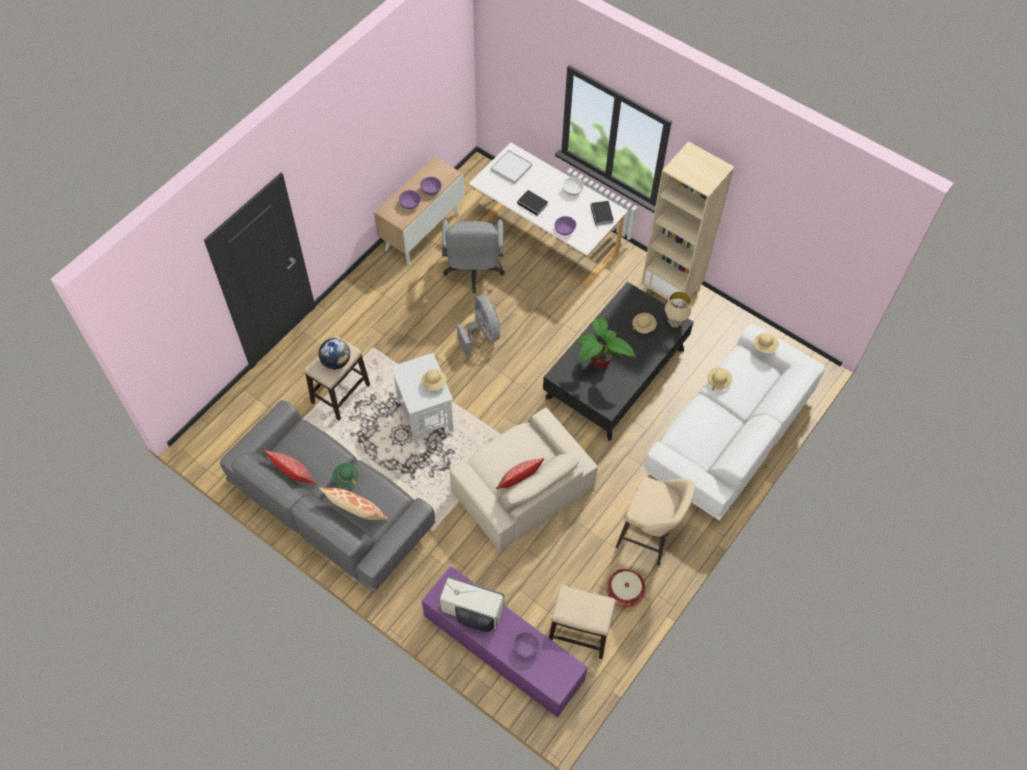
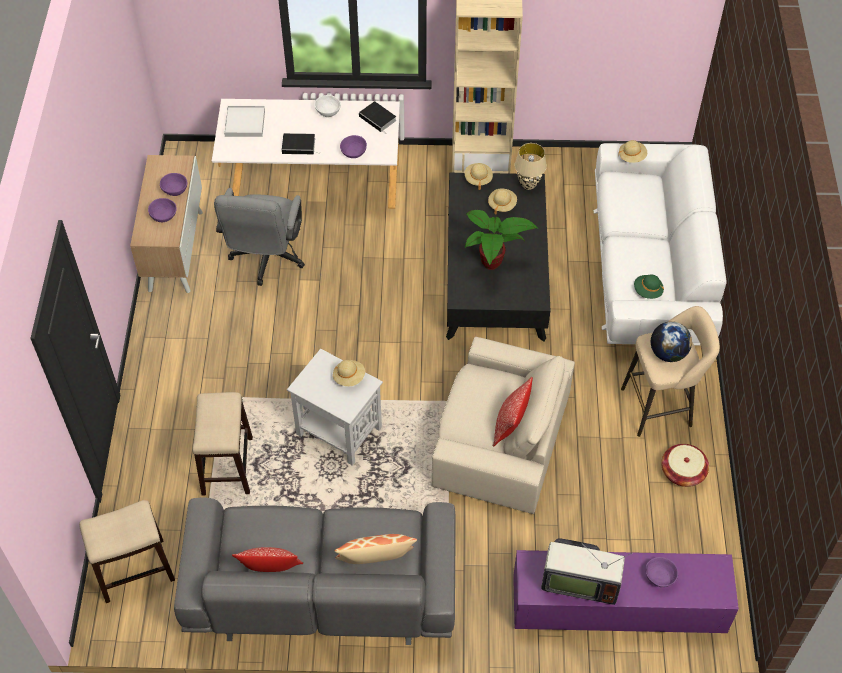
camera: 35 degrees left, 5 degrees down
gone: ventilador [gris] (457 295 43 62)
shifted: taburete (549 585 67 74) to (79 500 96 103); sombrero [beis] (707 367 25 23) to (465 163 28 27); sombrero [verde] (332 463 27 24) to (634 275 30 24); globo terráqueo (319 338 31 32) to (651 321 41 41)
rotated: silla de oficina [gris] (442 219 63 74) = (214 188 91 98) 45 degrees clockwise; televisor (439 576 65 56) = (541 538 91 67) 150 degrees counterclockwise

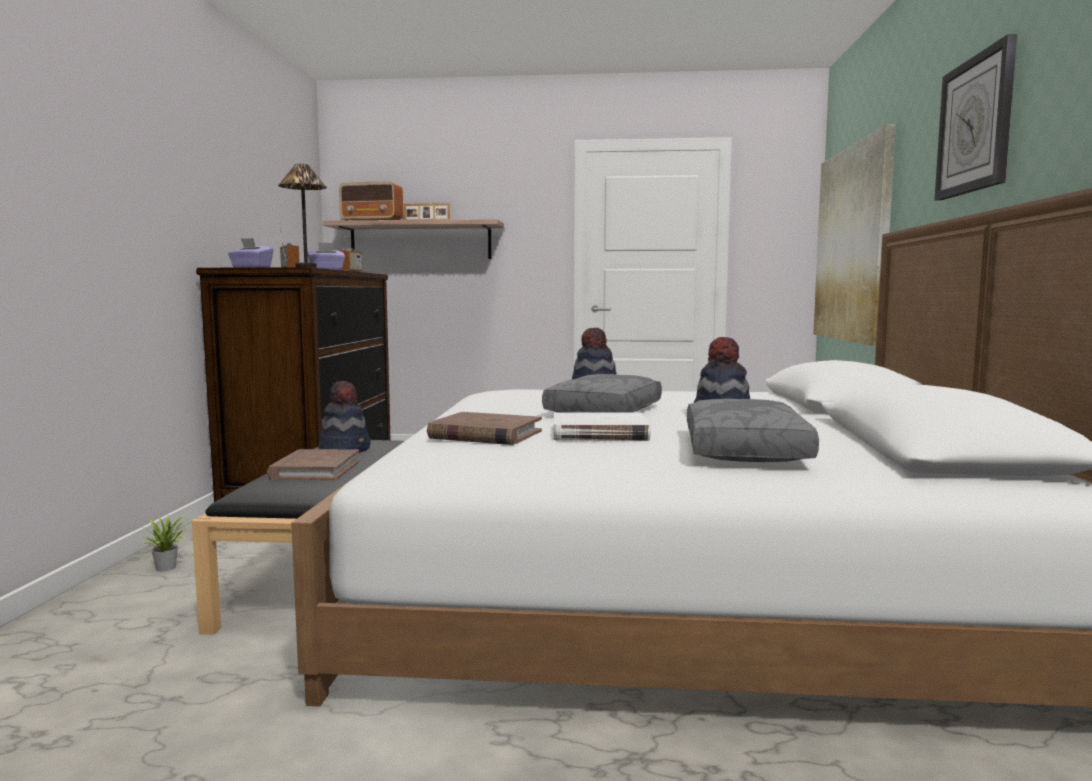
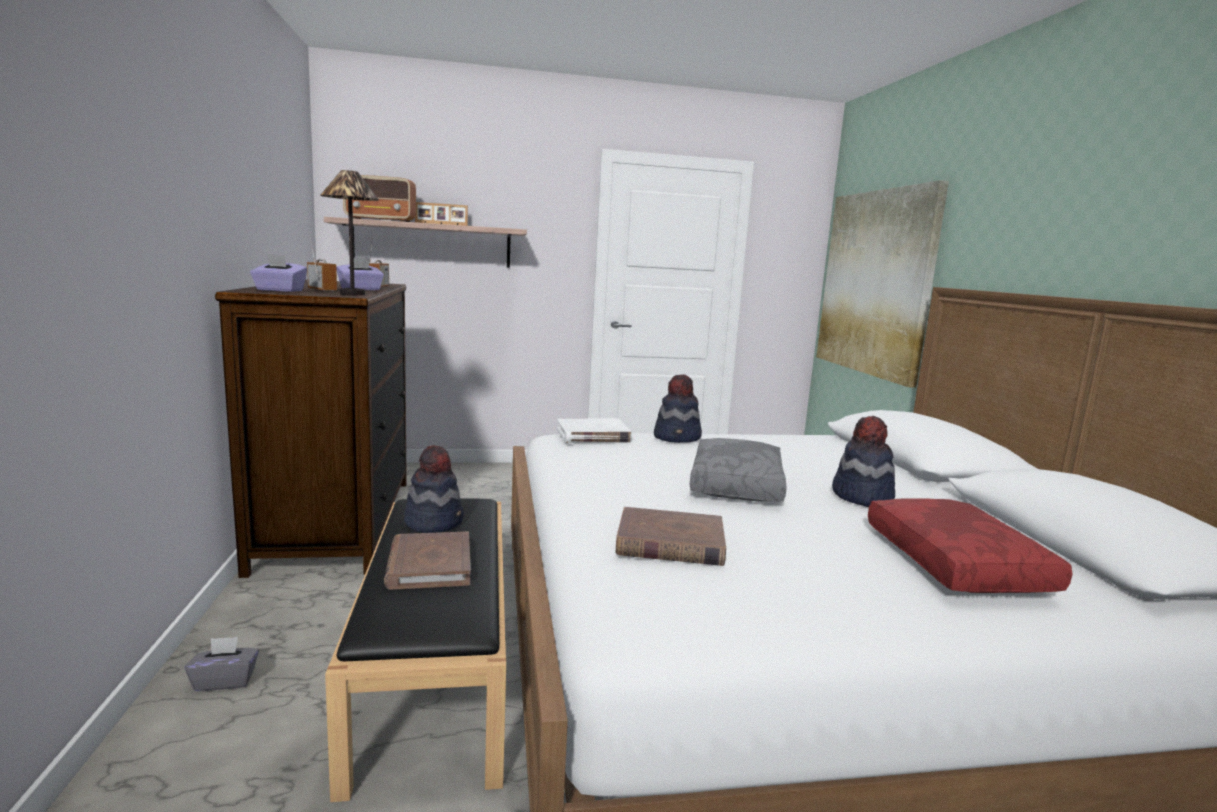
camera: 15 degrees left, 5 degrees up
gone: reloj de pared (935 34 82 166)
shifted: libro [blanco] (554 412 96 29) to (557 419 75 24)
swapped: planta en maceta (138 515 49 56) to caja de pañuelos [gris] (185 637 74 54)
repainted: cojín [gris] (687 399 132 63) to cojín [rojo] (868 499 204 94)

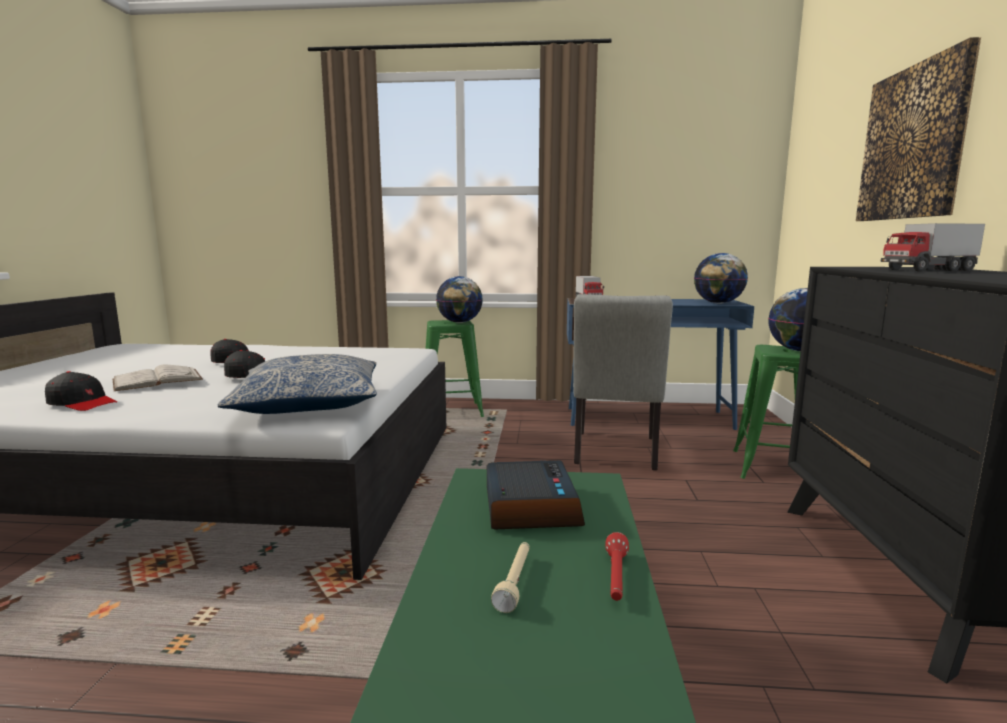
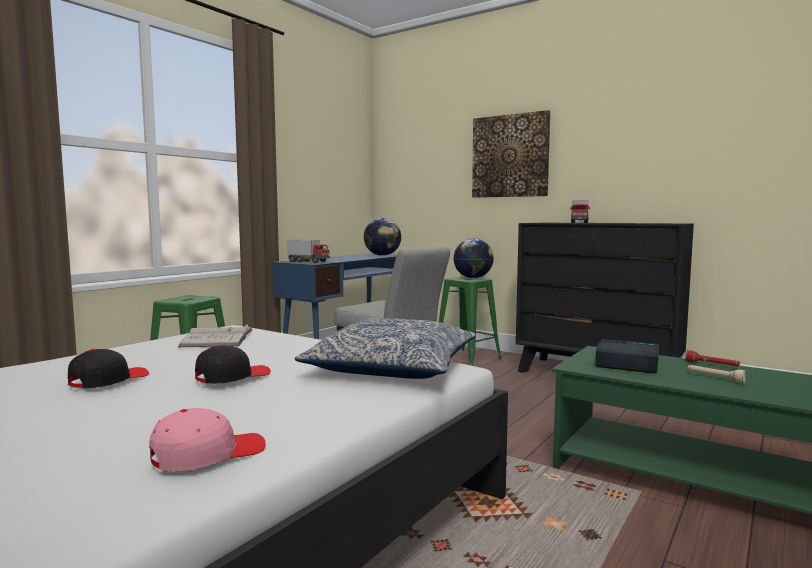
camera: 60 degrees left, 5 degrees down
gone: globo terráqueo (436 276 47 47)
shifted: libro [blanco] (113 365 90 26) to (178 324 75 23)
repainted: gorra [negro] (45 371 72 40) to gorra [rosa] (149 408 117 63)

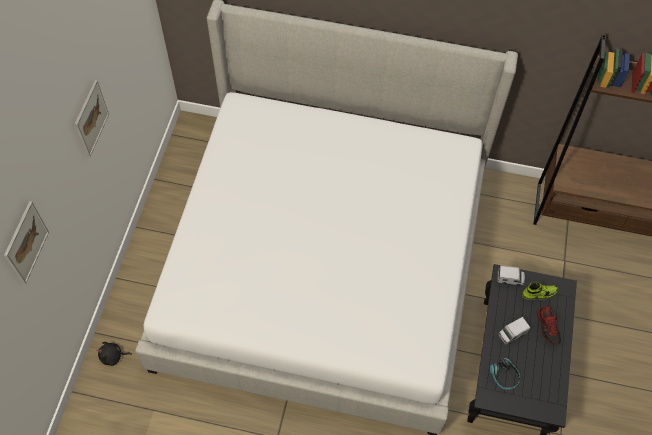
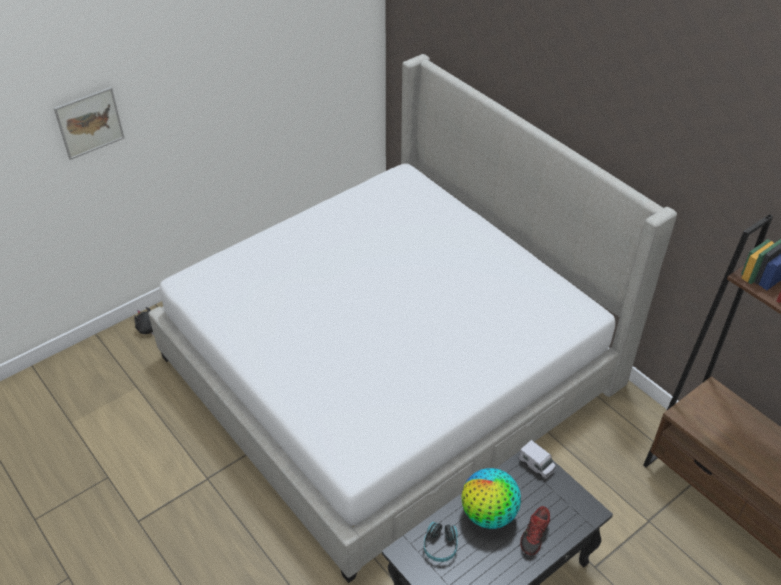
camera: 40 degrees right, 15 degrees down
gone: cuadro (75 80 34 77); zapato (522 282 36 18)
swapped: camión de juguete (498 317 32 28) to globo terráqueo (461 468 60 61)

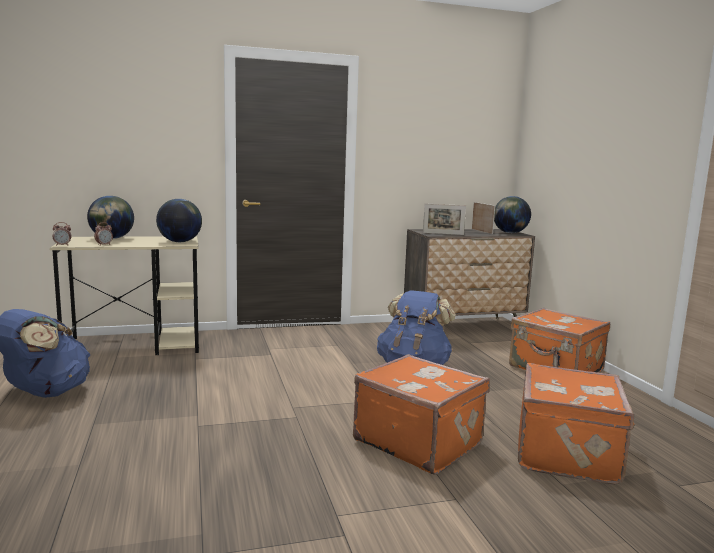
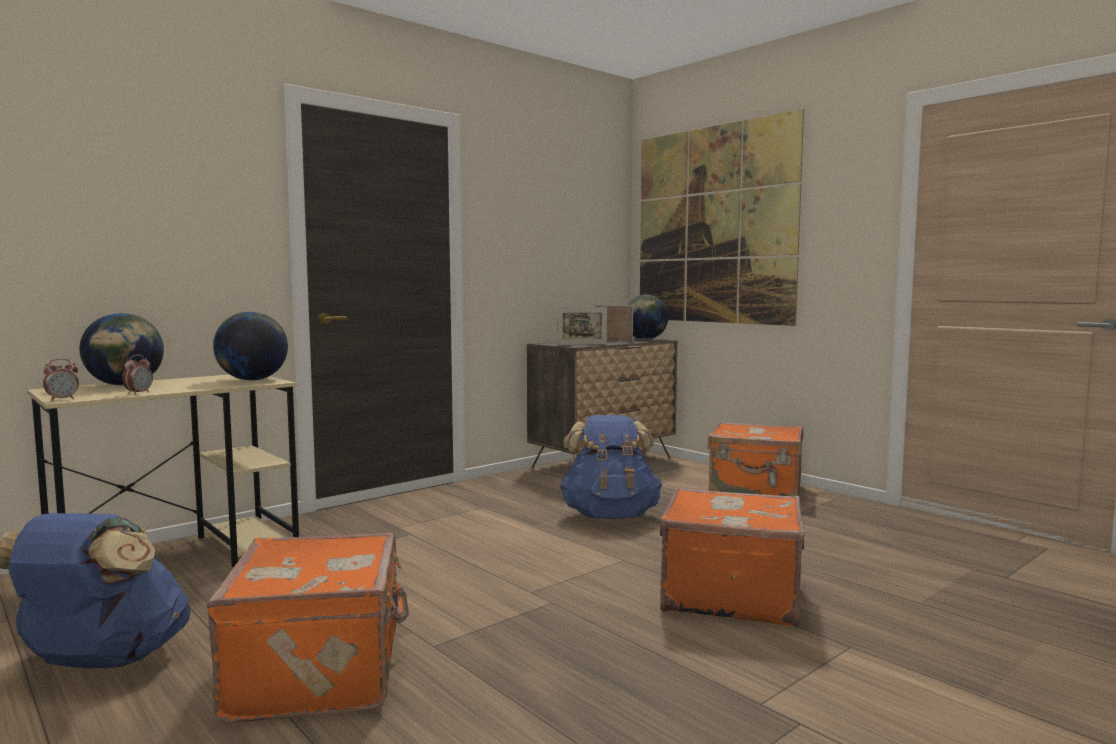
camera: 25 degrees left, 5 degrees down
new: cuadro (640 109 164 217)
shifted: maleta [naranja] (518 363 117 122) to (207 533 202 189)

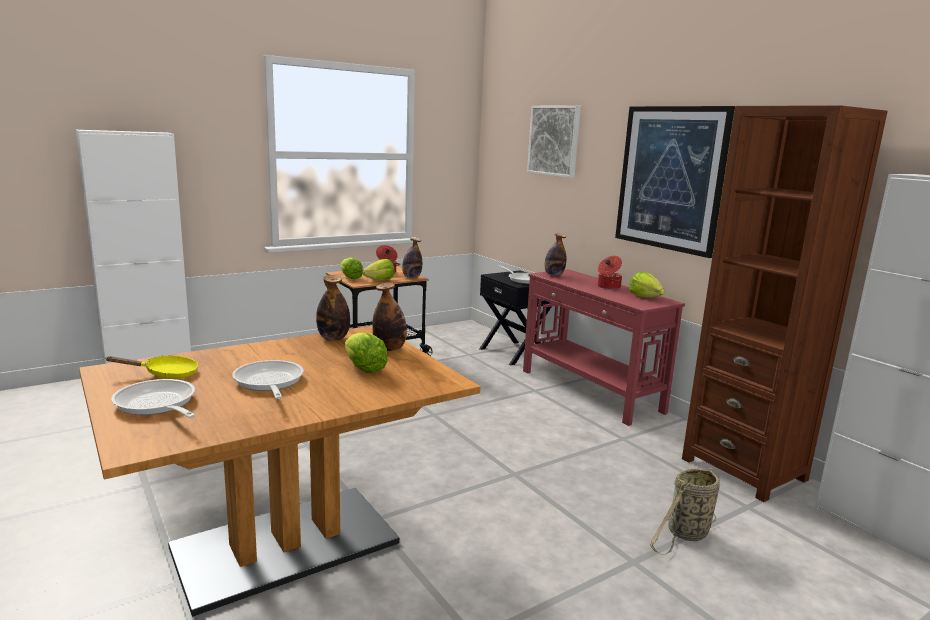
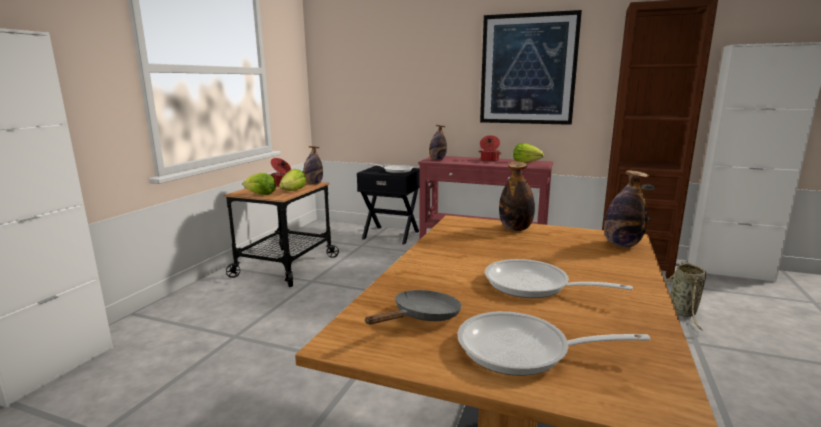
camera: 35 degrees left, 0 degrees up
gone: lechuga (345 332 43 41); cuadro (527 105 54 73)
shifted: botella (316 275 34 66) to (604 170 45 77)
repainted: sartén [amarillo] (105 356 94 23) to sartén [gris] (365 290 97 35)

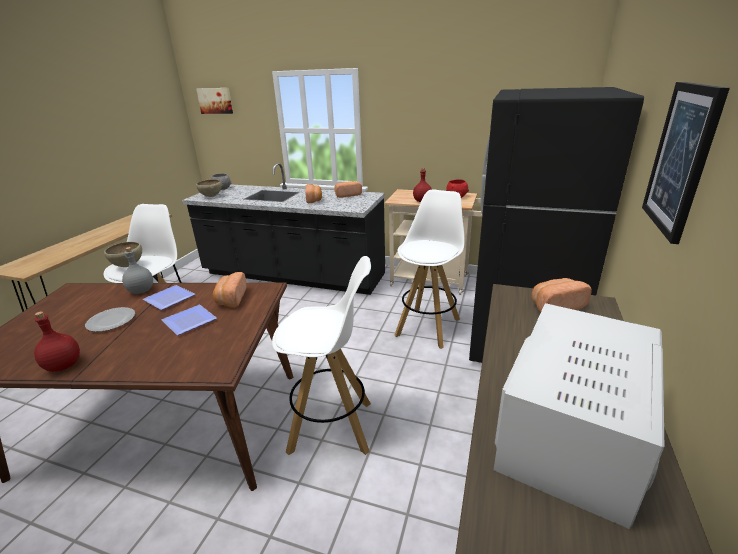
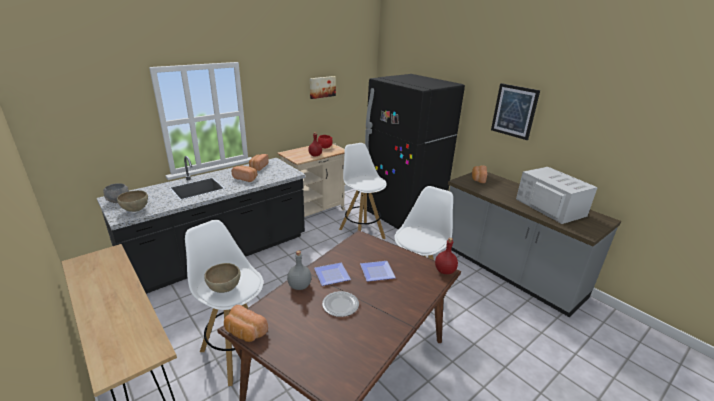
camera: 60 degrees left, 0 degrees up
shifted: pan (213 272 33 36) to (224 305 44 37); cuadro (196 88 37 26) to (310 76 26 23); botella [rojo] (34 311 46 61) to (435 238 23 36)

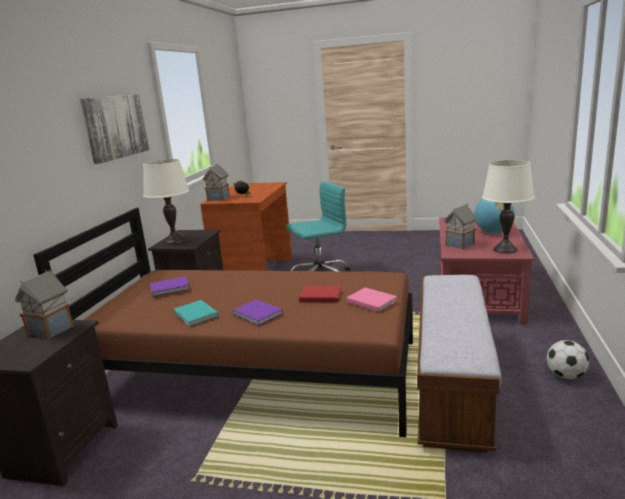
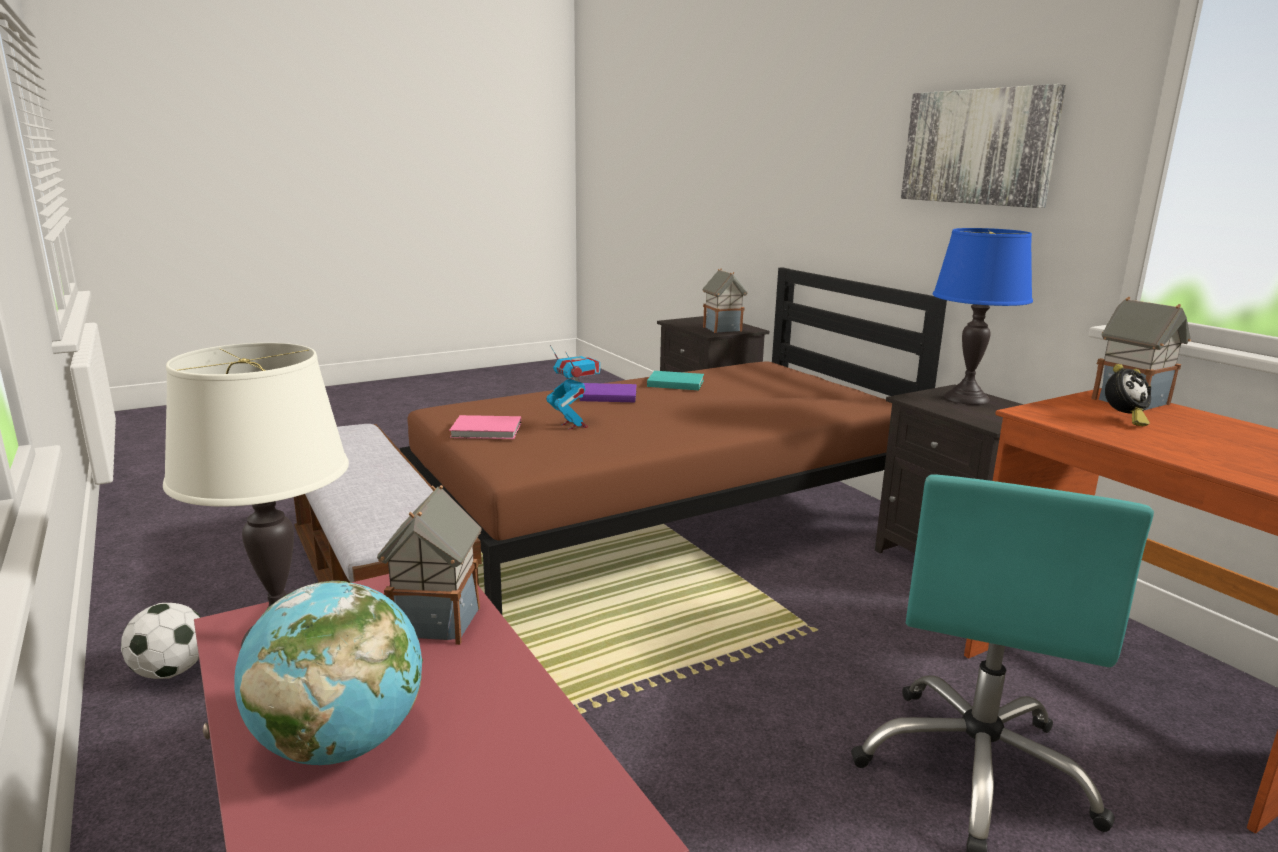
camera: 135 degrees right, 0 degrees up
gone: libro [morado] (150 277 40 20)
swapped: libro [rojo] (299 286 43 16) to robot de juguete (546 345 54 85)
repainted: lámpara de mesa [blanco] (143 159 47 86) to lámpara de mesa [azul] (933 228 100 177)

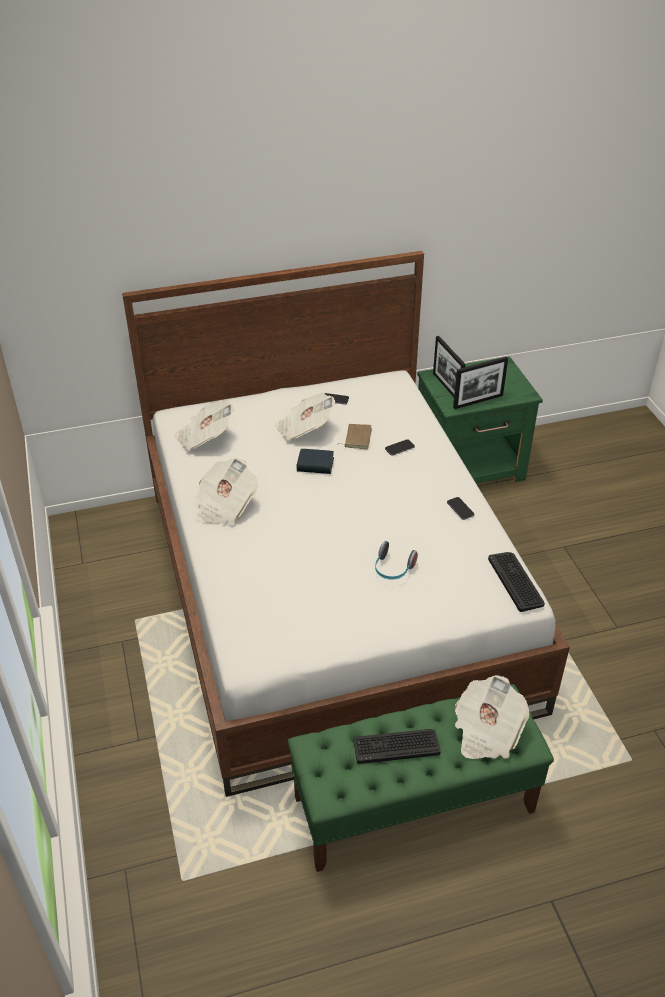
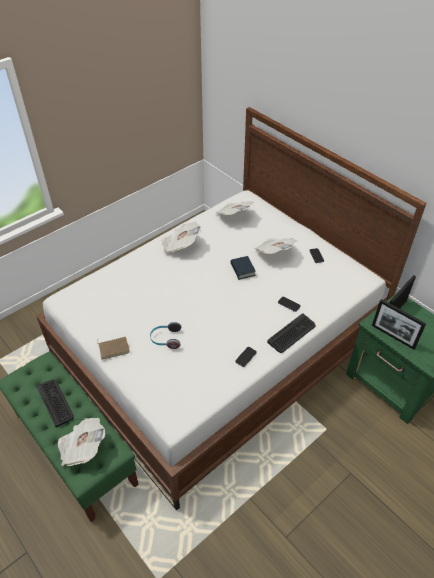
camera: 65 degrees right, 5 degrees up
shifted: libro [marrón] (338 424 34 25) to (97 337 32 22); teclado (488 552 57 60) to (267 313 48 40)

